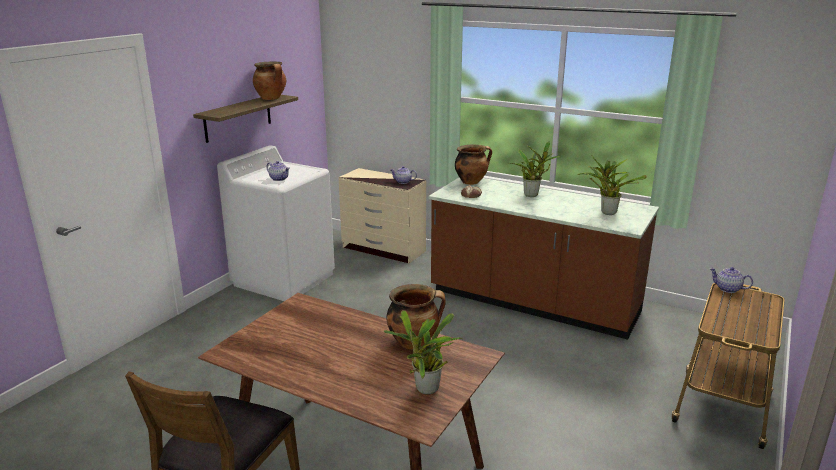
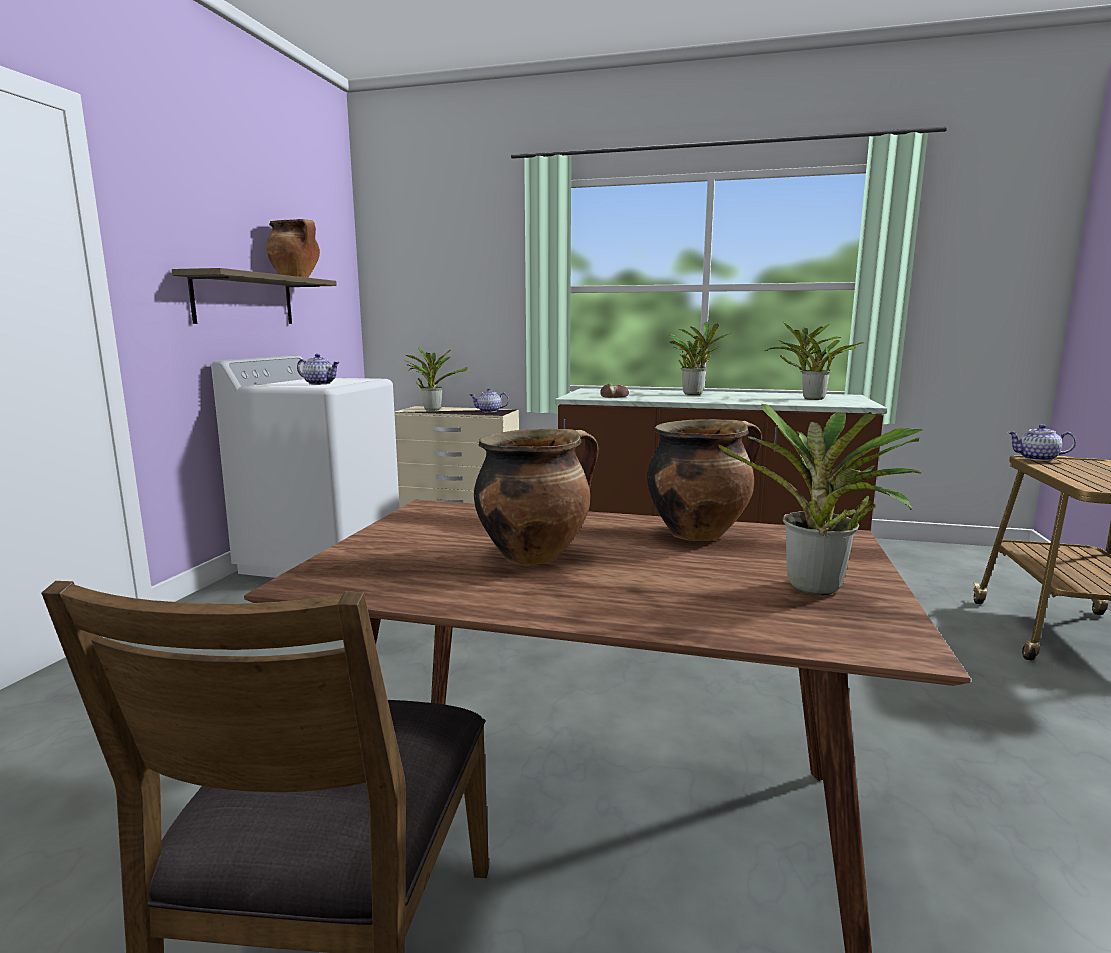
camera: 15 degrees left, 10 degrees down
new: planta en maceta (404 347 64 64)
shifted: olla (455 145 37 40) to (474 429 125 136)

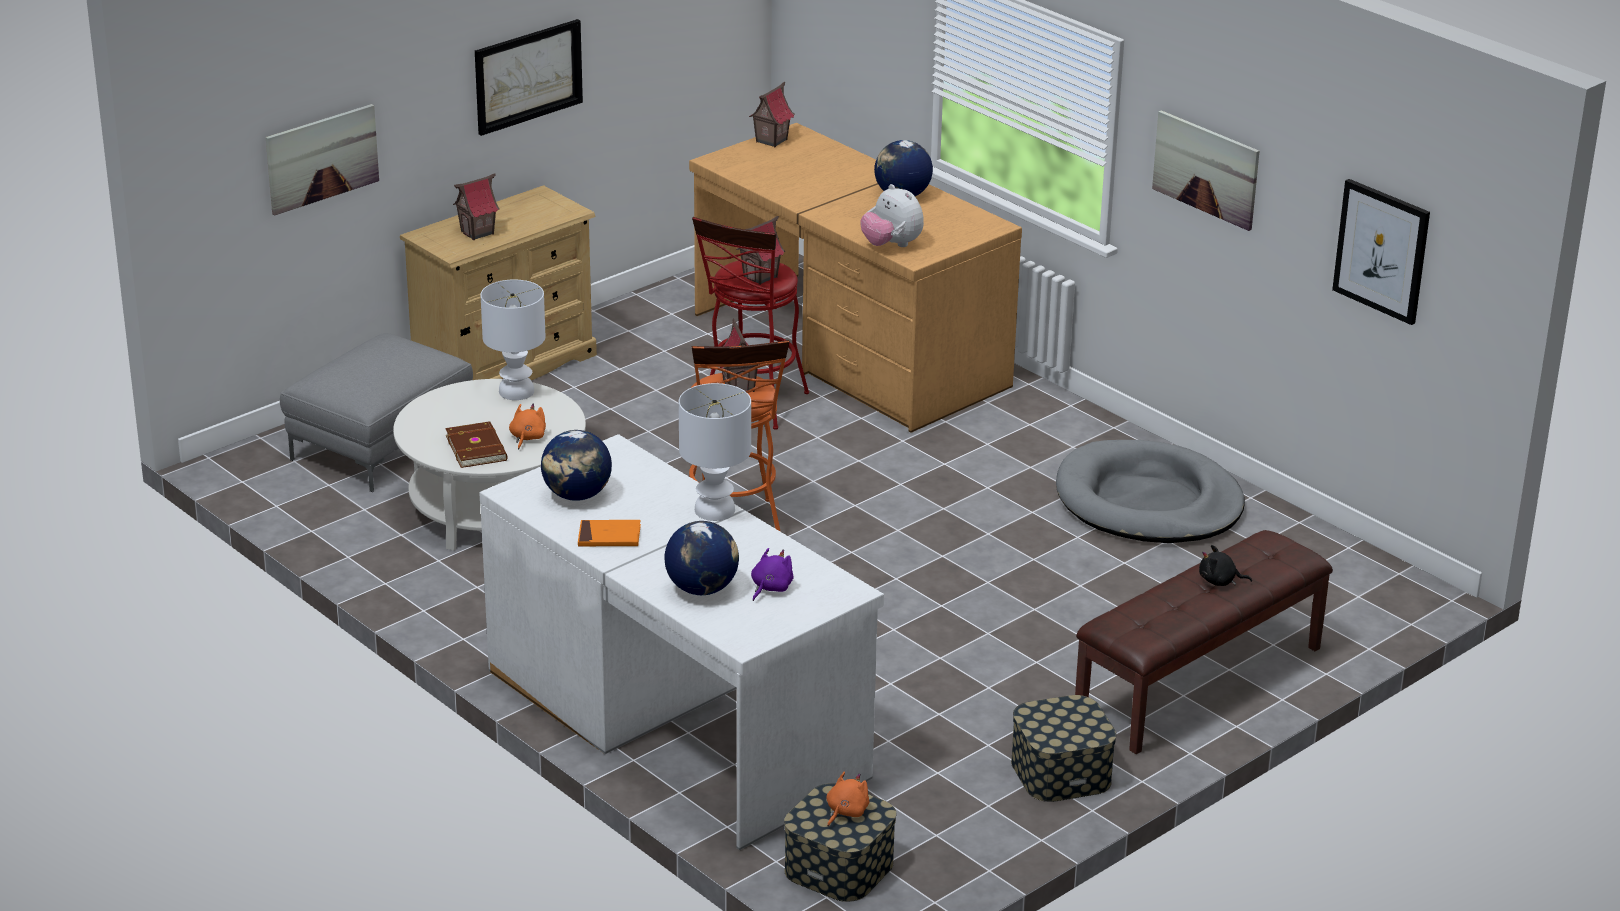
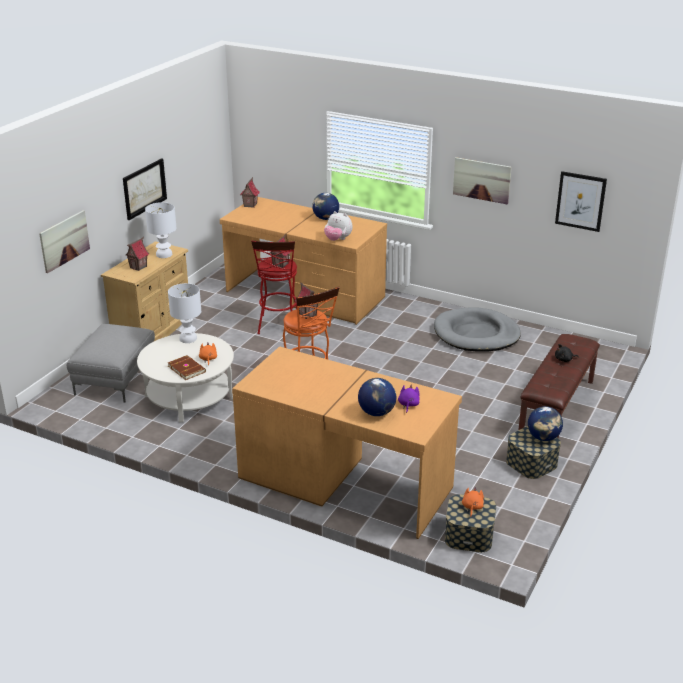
camera: 20 degrees left, 0 degrees up
gone: libro [naranja] (578 520 63 26)
shifted: lámpara de mesa [blanco] (679 383 72 138) to (145 202 32 56); globo terráqueo (541 430 71 71) to (528 406 35 35)
repainted: escritorio [blanco] (479 434 405 416) to escritorio [marrón] (232 346 230 193)

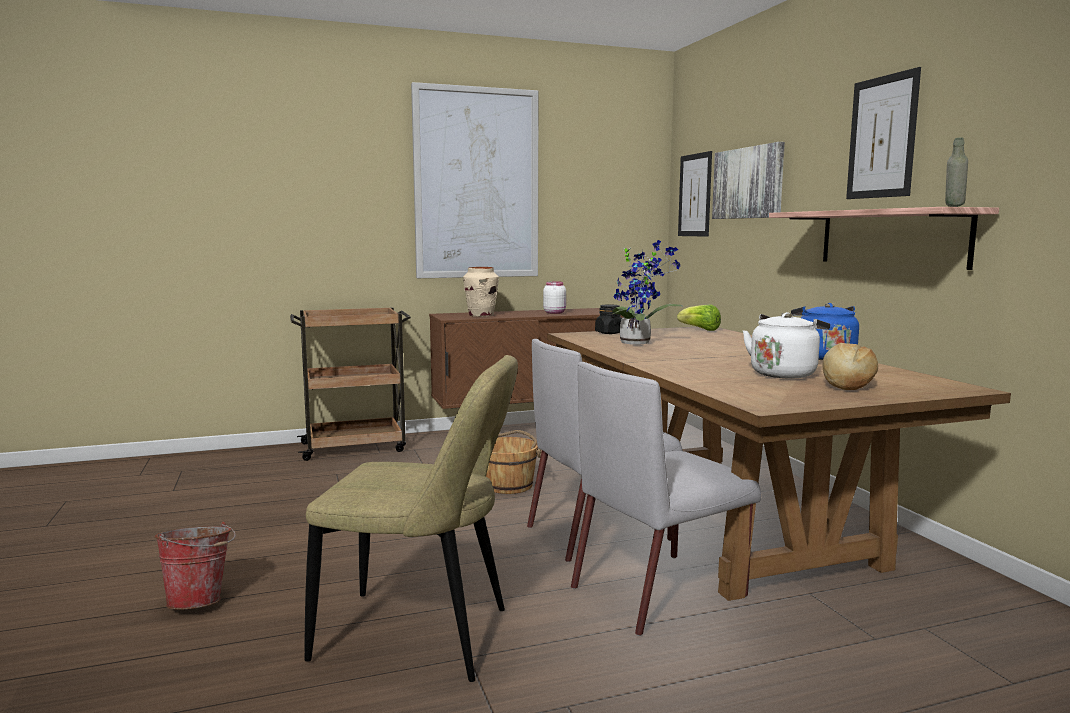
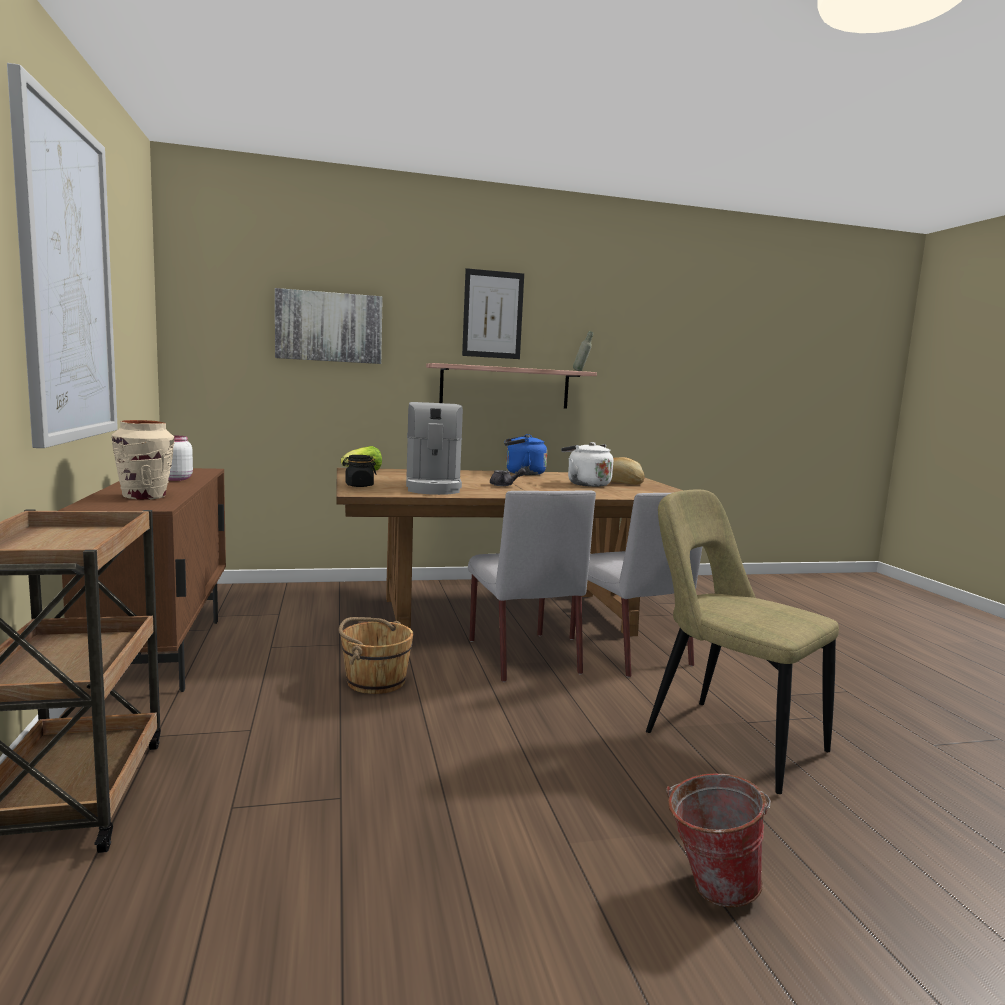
camera: 85 degrees left, 0 degrees up
gone: cuadro (678 151 34 86)
new: tetera [gris] (490 468 36 18)
swapped: planta en maceta (612 240 72 105) to cafetera (406 402 57 93)
rotated: silla [beis] (305 355 213 327) = (646 490 193 304) 60 degrees counterclockwise

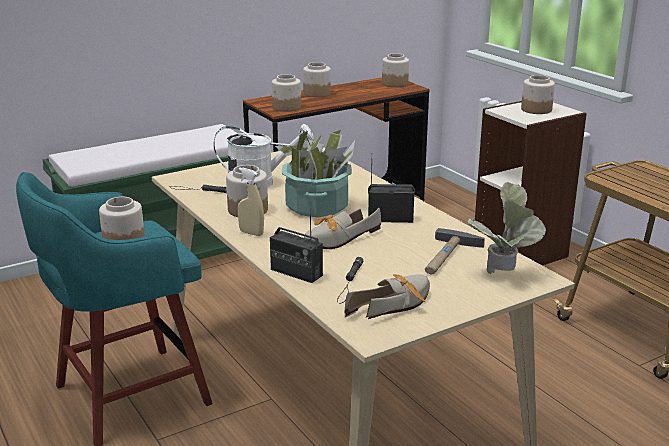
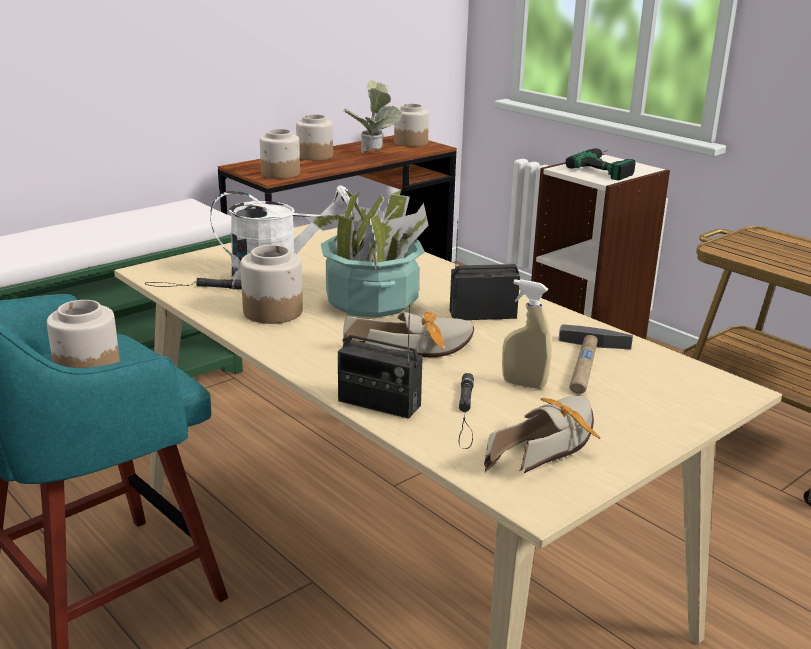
camera: 10 degrees left, 0 degrees up
shifted: planta en maceta (467 182 79 92) to (344 81 58 72); pulverizador [beis] (238 168 26 68) to (502 279 50 110)
swapped: tarro (521 75 34 39) to taladro (565 148 71 32)
rotated: zapato (304 207 77 42) = (342 312 132 45) 150 degrees counterclockwise

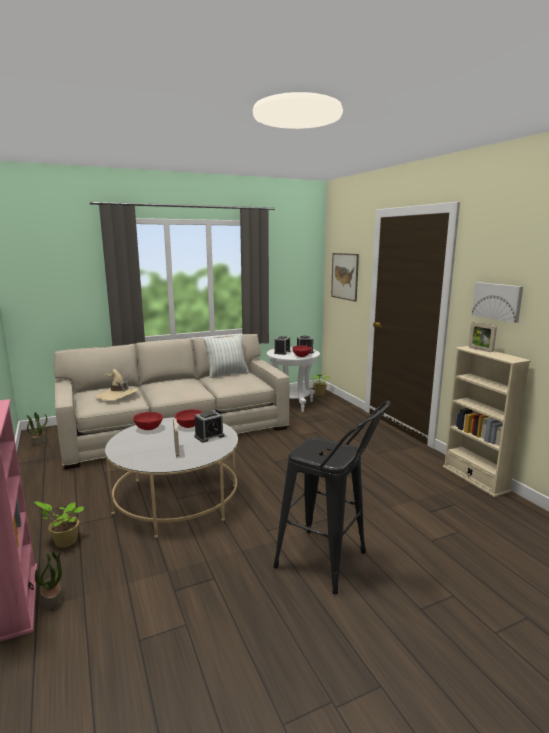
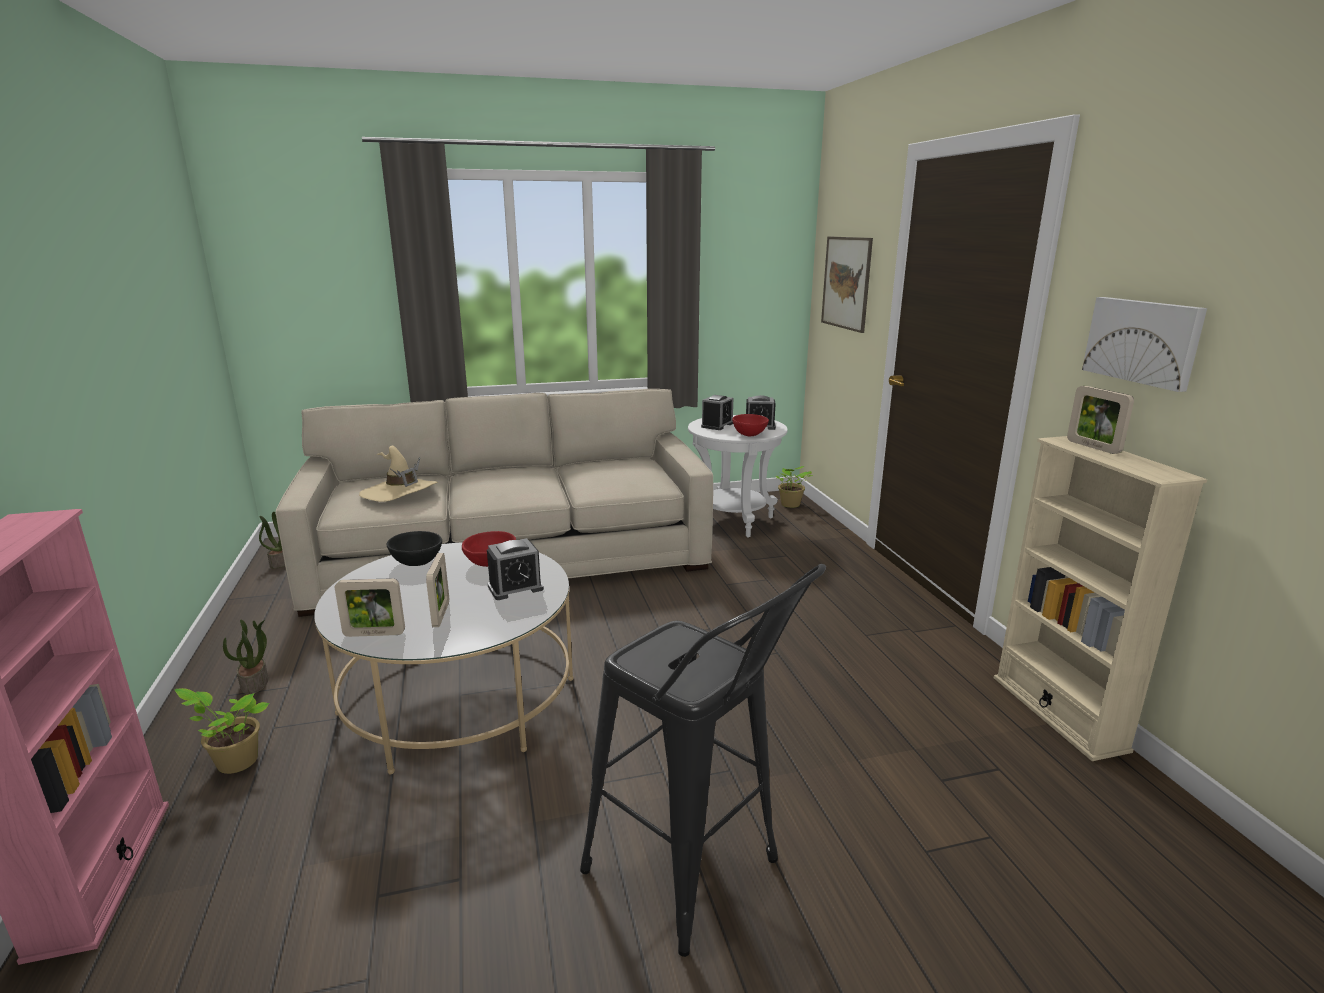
camera: 10 degrees right, 5 degrees up
gone: cojín (204 334 45 44)
new: portarretratos (335 578 70 59)
shifted: planta en maceta (35 550 28 61) to (223 619 46 75)
repainted: cuenco [rojo] (133 412 30 18) to cuenco [negro] (386 531 56 35)

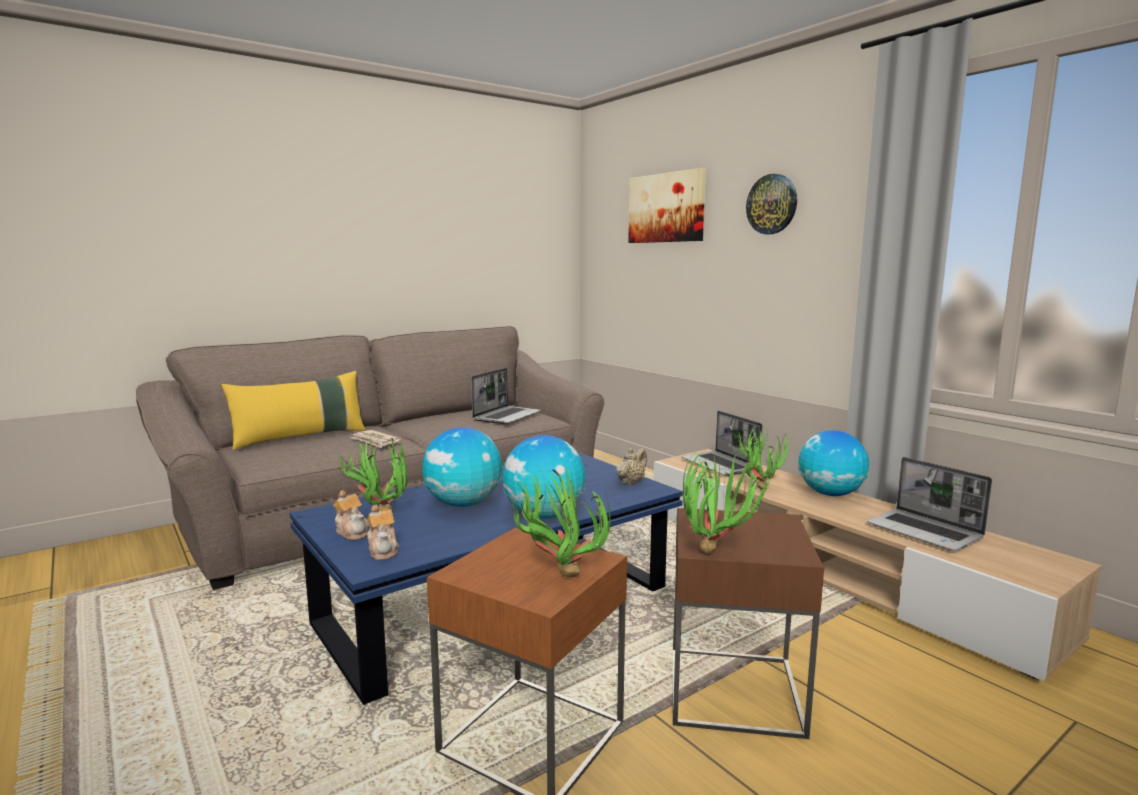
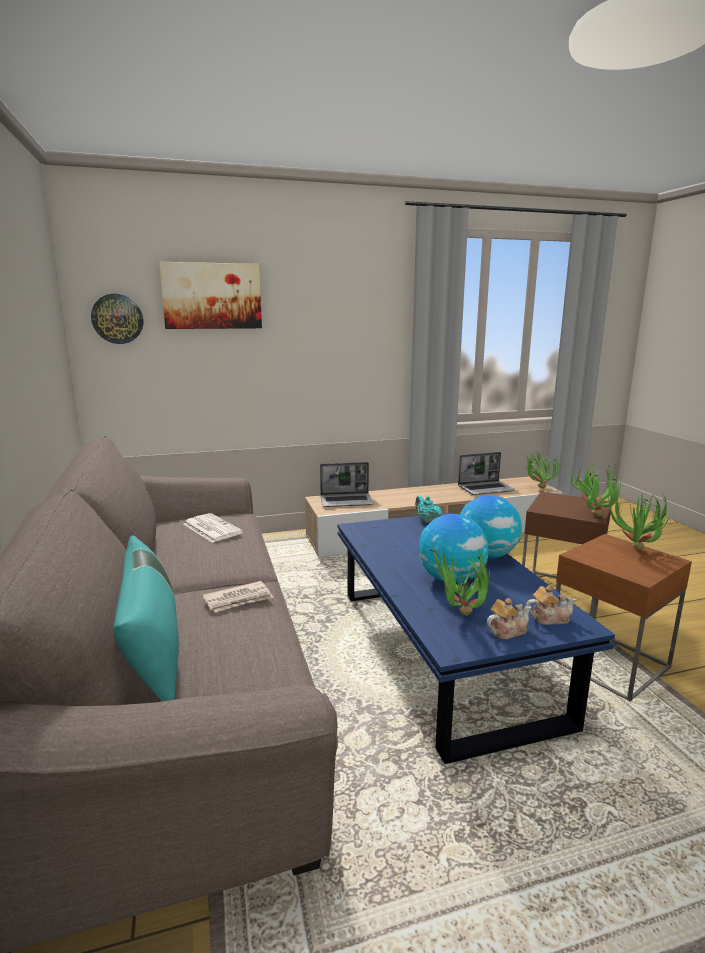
camera: 70 degrees left, 5 degrees up
gone: globo terráqueo (798 430 71 66)
shifted: reloj de pared (746 174 51 60) to (91 294 52 50); planta en maceta (733 427 56 63) to (526 451 33 37)
swapped: portátil (471 368 70 56) to periódico (183 513 60 30)
repainted: cojín [amarillo] (221 371 145 79) to cojín [turquesa] (113 535 66 167); tetera [beis] (616 448 31 37) to tetera [turquesa] (415 495 27 28)

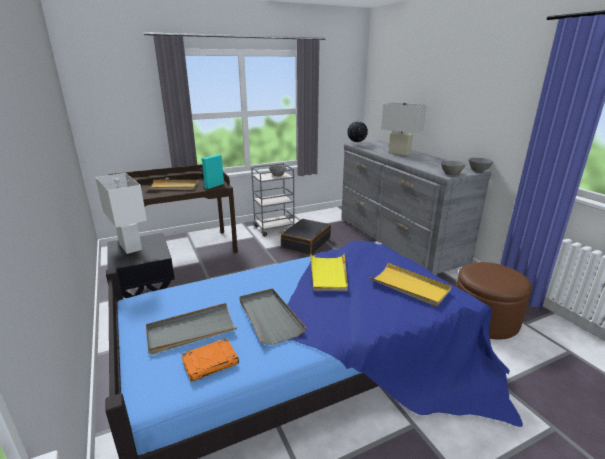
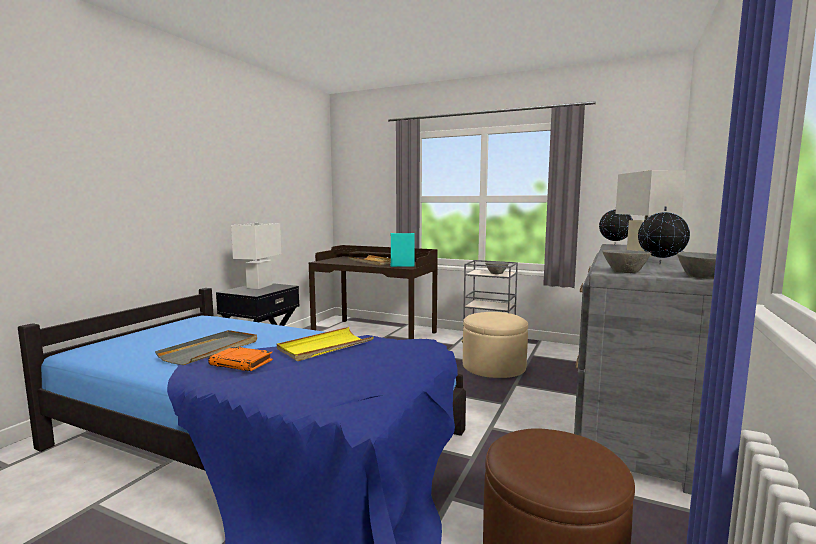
camera: 50 degrees right, 15 degrees down
gone: bandeja [gris] (146 303 91 51); bandeja [amarillo] (370 263 81 44)
new: globo terráqueo (638 207 52 57)
shifted: libro [naranja] (181 338 58 44) to (208 347 65 24)
swapped: maleta [negro] (281 219 50 36) to puf [beis] (463 312 65 66)

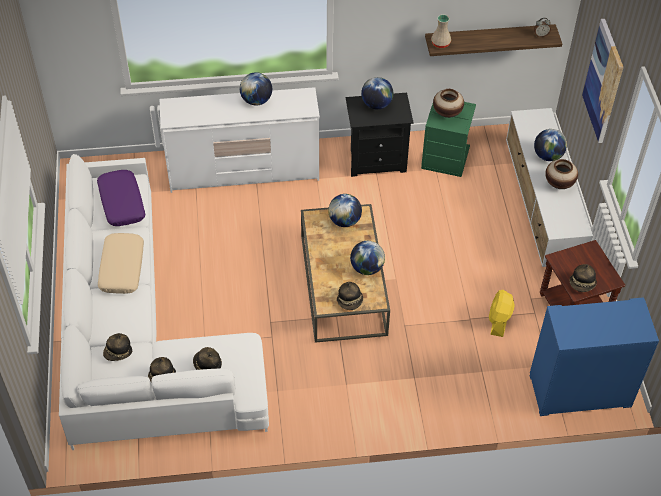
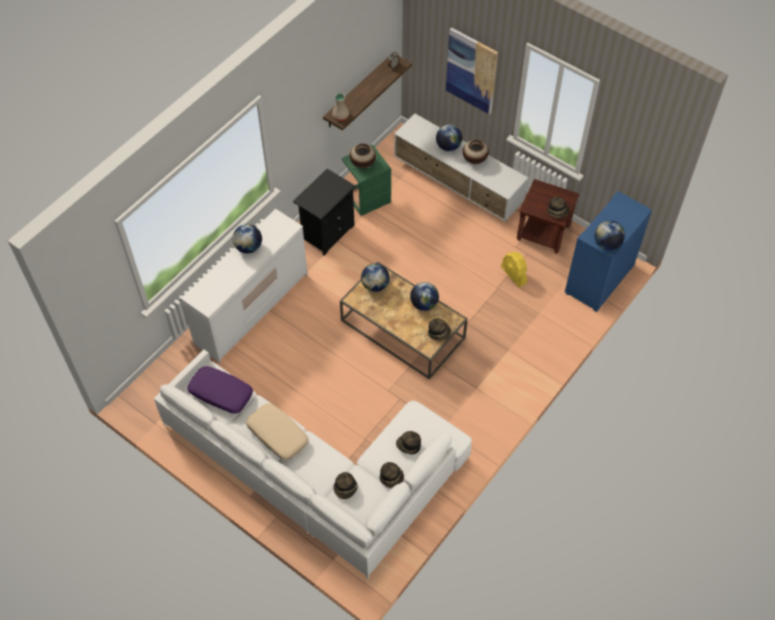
camera: 45 degrees left, 5 degrees up
shifted: globo terráqueo (361 77 32 32) to (595 221 30 29)

